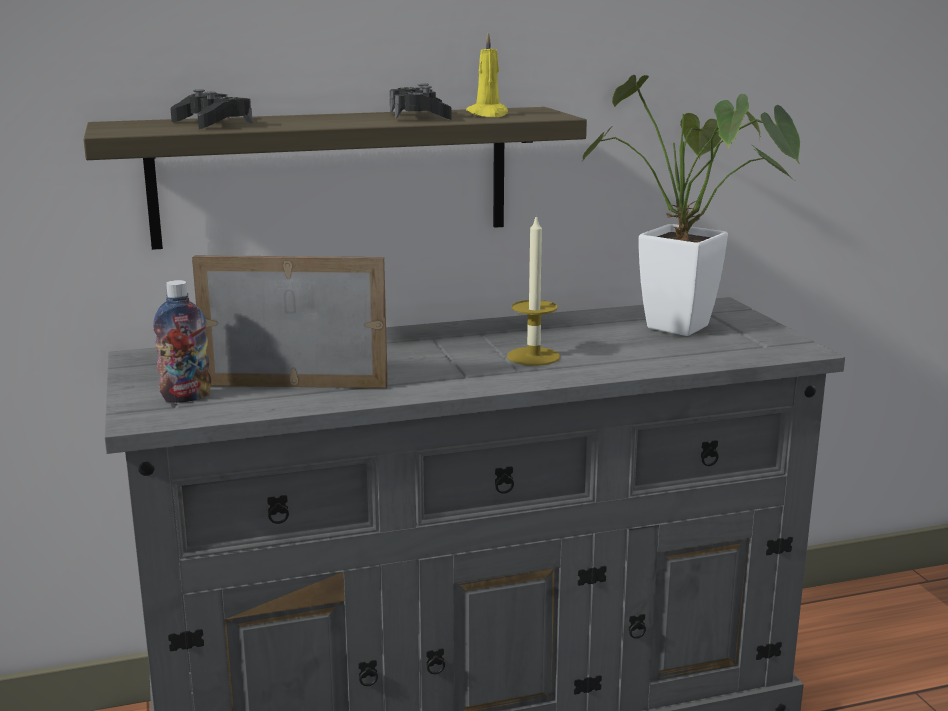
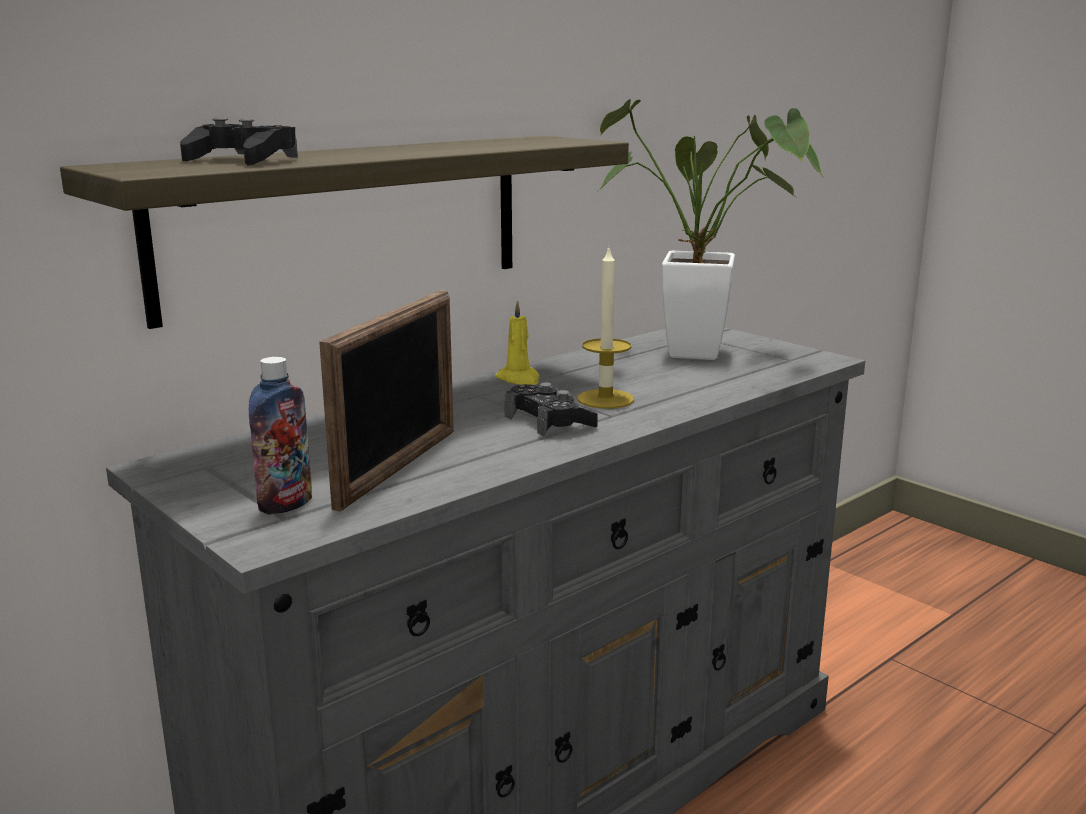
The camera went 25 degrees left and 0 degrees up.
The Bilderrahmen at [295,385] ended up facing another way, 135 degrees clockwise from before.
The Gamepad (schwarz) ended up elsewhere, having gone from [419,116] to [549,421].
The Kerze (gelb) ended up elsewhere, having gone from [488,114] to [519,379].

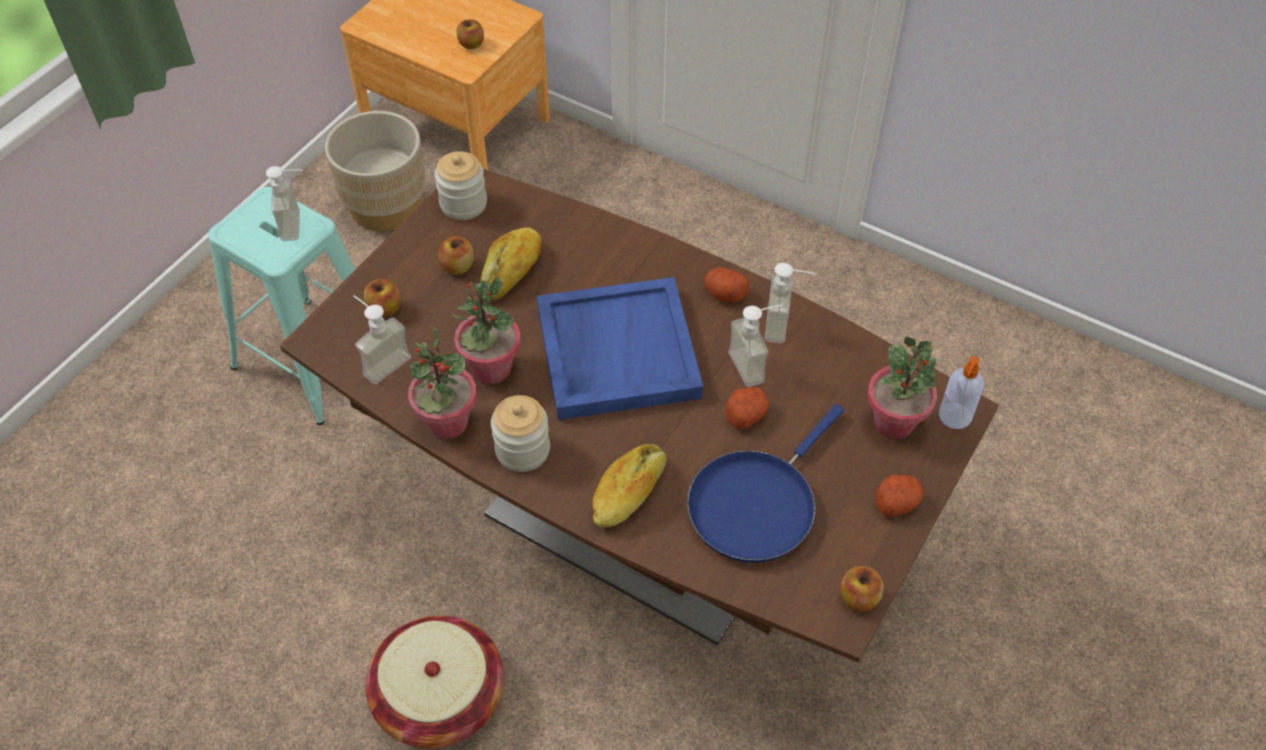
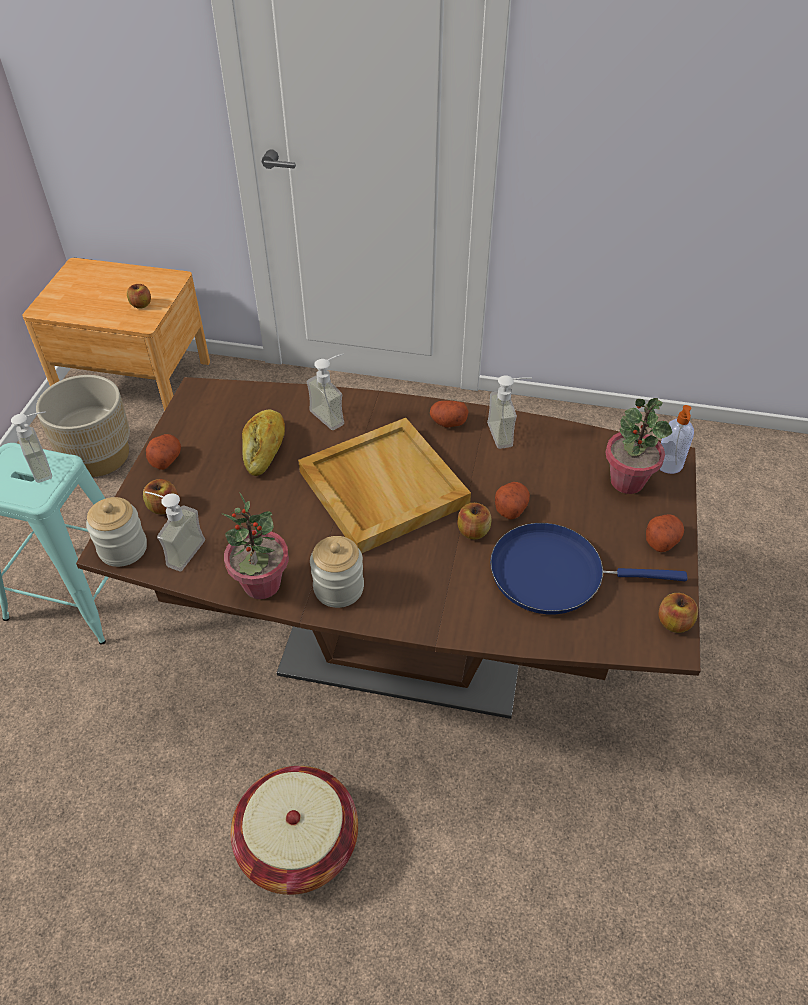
The camera went 20 degrees left and 5 degrees down.
The Vorratsglas ended up elsewhere, having gone from [463,204] to [123,548].
The Apfel ended up elsewhere, having gone from [458,266] to [473,531].
The second view lost the Topfpflanze at [491,368].
What was the Tablett (blau) at [616,351] turned into the Tablett (beige) at [381,488].
The second view lost the Brot at [629,492].
The Pfanne (blau) at [756,504] ended up facing another way, 75 degrees clockwise from before.
The Seifenspender ended up elsewhere, having gone from [755,364] to [333,414].
The second view gained the Kartoffel at [165,459].

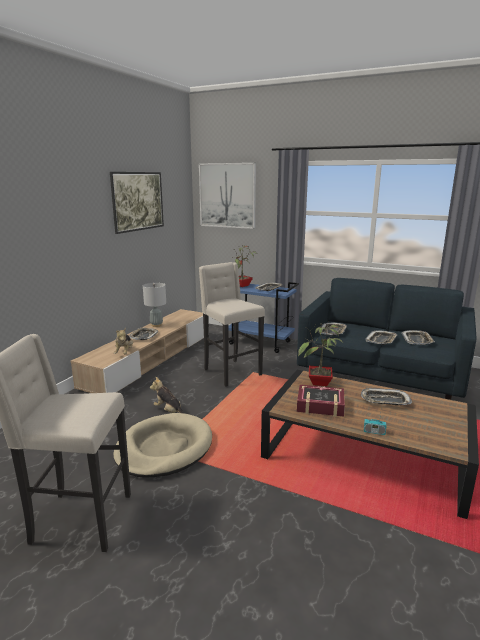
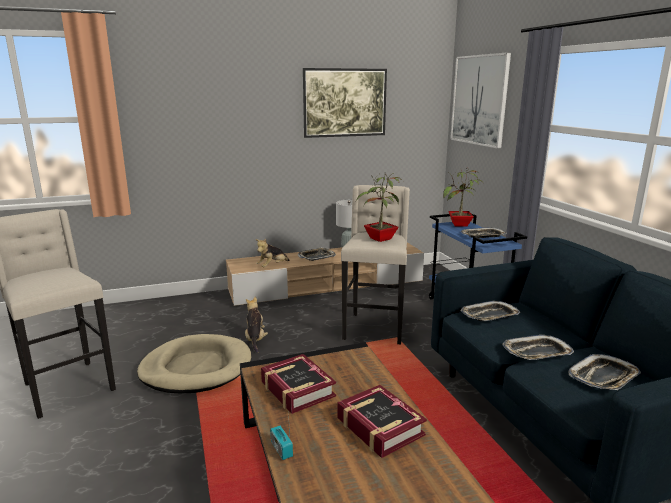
The camera went 45 degrees right and 0 degrees up.
The Topfpflanze ended up elsewhere, having gone from [319,383] to [379,239].
Where the Tablett stood at [384,400], the Buch came to stand at [379,427].

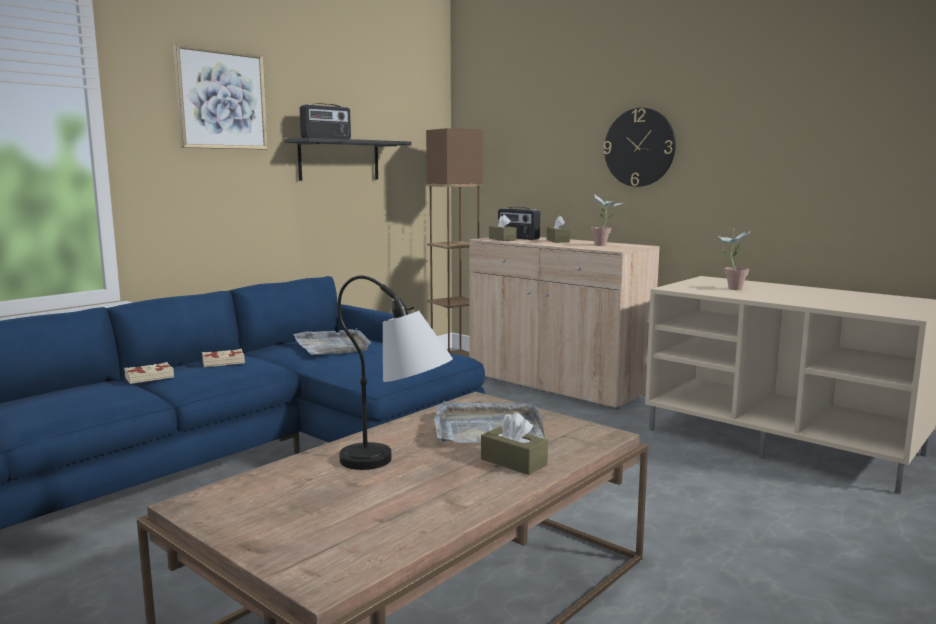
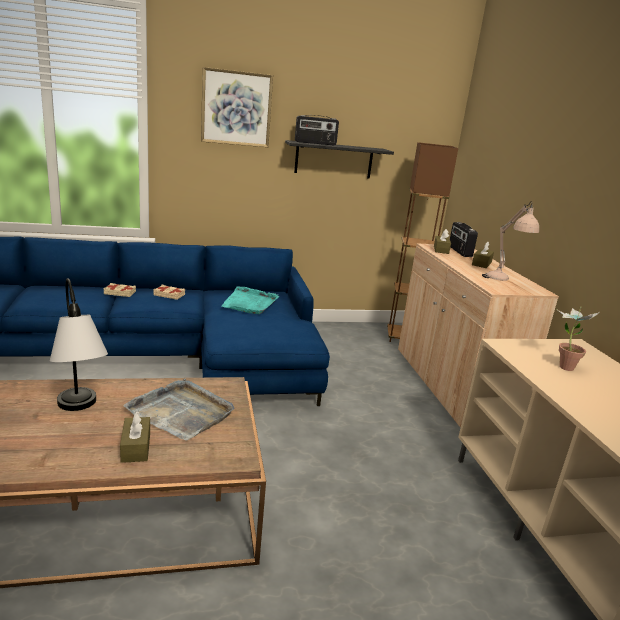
The camera went 35 degrees right and 10 degrees up.
What was the Tablett (grau) at [333,345] turned into the Tablett (türkis) at [250,303].
Where the Topfpflanze stood at [604,245], the Tischlampe (beige) came to stand at [503,281].
The second view lost the Wanduhr at [639,147].

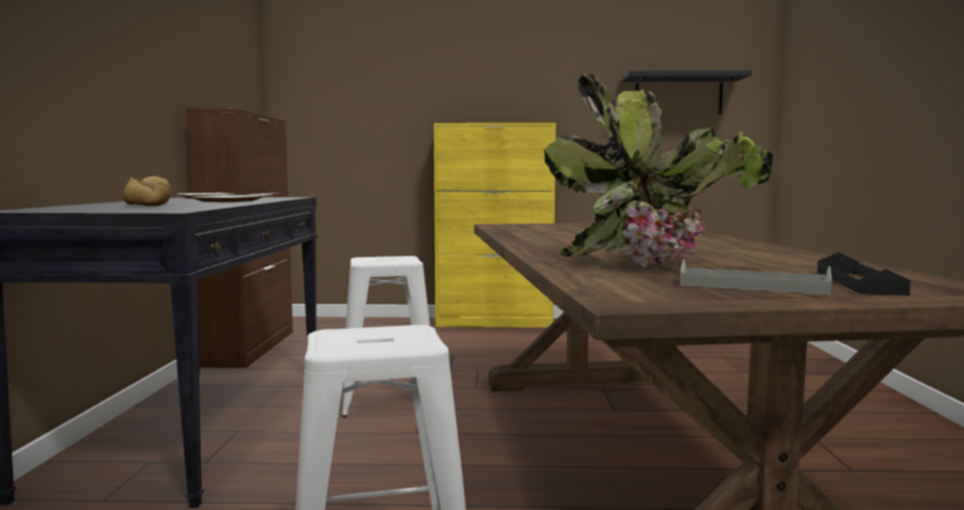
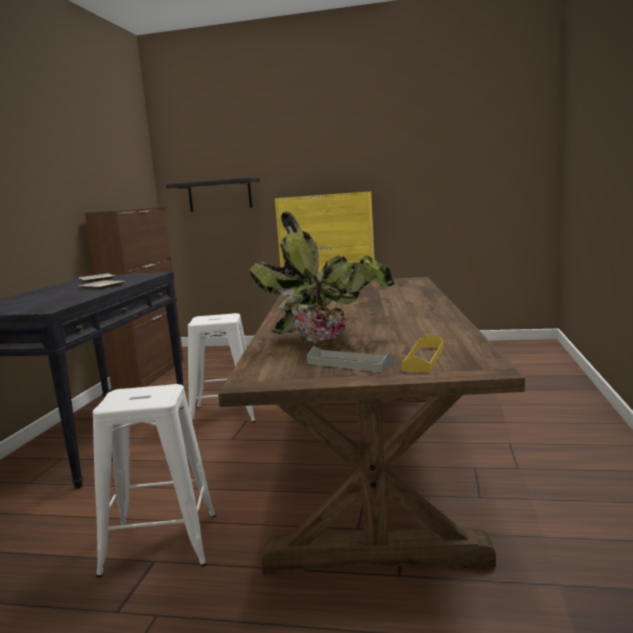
The camera went 10 degrees right and 5 degrees up.
The second view lost the Brot at [150,204].
The Wandregal (schwarz) ended up elsewhere, having gone from [678,95] to [220,195].
What was the Tablett (schwarz) at [858,283] turned into the Tablett (gelb) at [424,358].

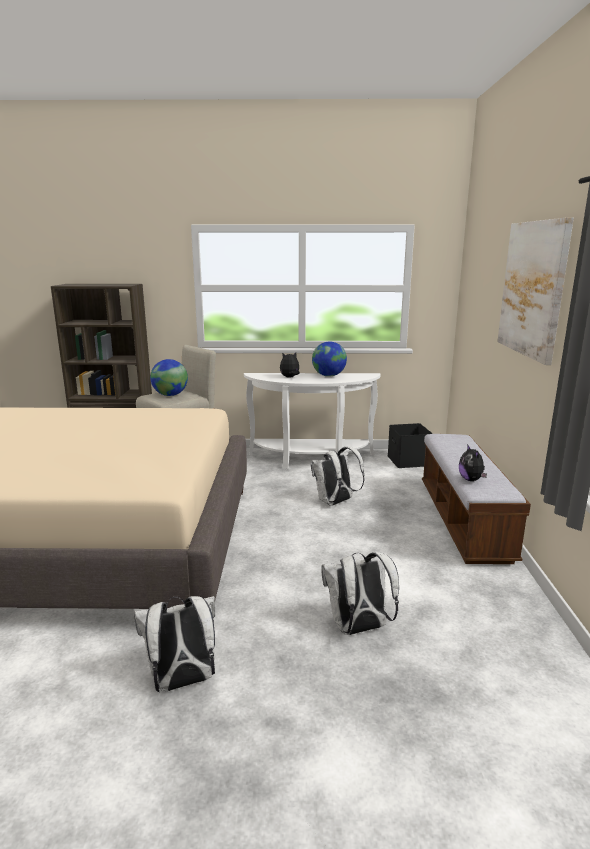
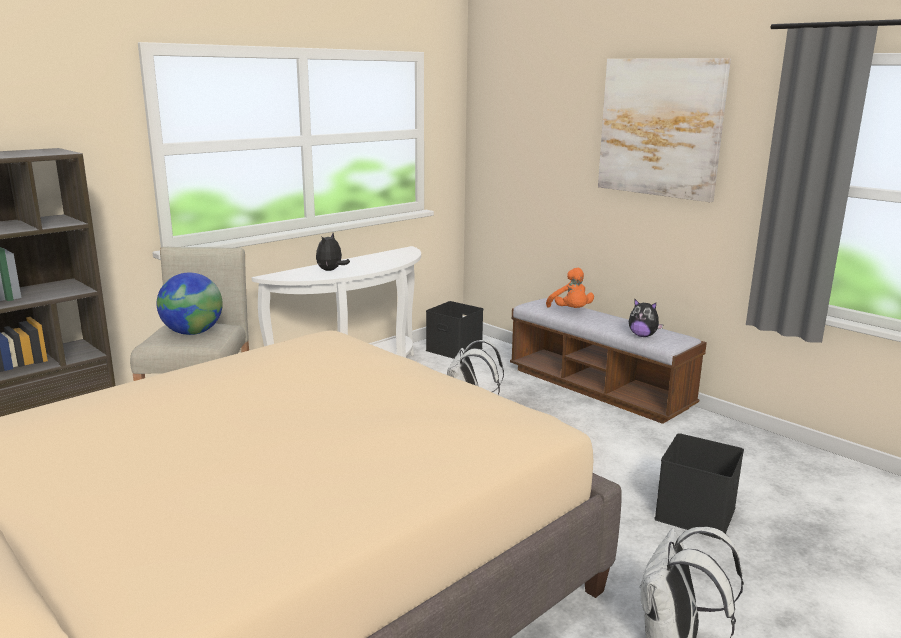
The camera went 45 degrees left and 0 degrees up.
The second view lost the Globus at [329,376].
Where the Rucksack (weiß) stood at [358,628], the Aufbewahrungsbox (schwarz) came to stand at [696,514].
The second view gained the Plüschtier (orange) at [571,311].

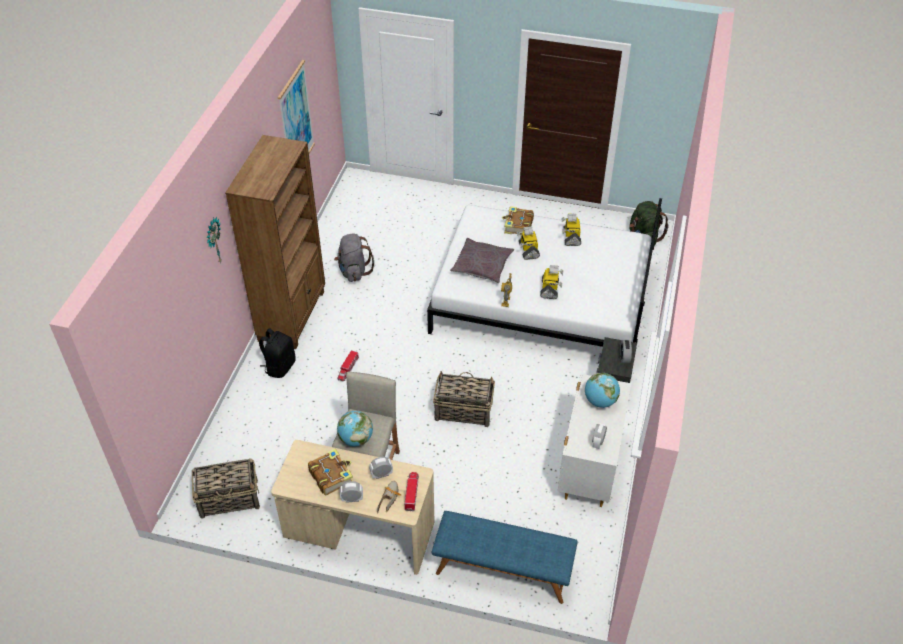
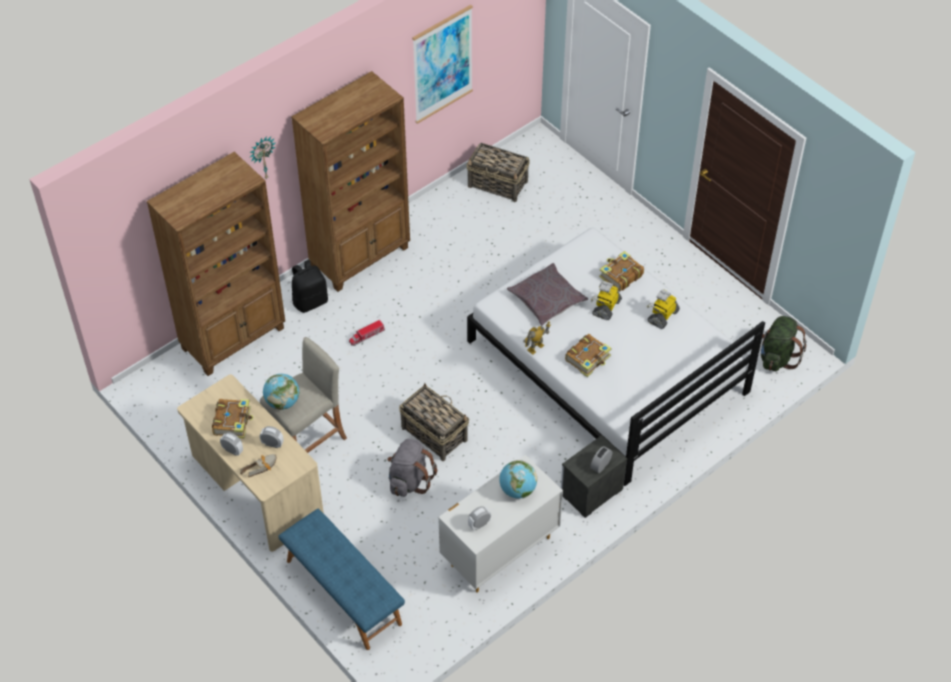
The camera went 35 degrees right and 5 degrees up.
The Korb ended up elsewhere, having gone from [230,499] to [498,184].
The Rucksack (grau) ended up elsewhere, having gone from [353,271] to [409,480].
The second view lost the Spielzeuglaster at [412,493].
Where the Spielzeugroboter stood at [550,289], the Buch came to stand at [588,359].
The second view gained the Bücherregal (braun) at [234,338].

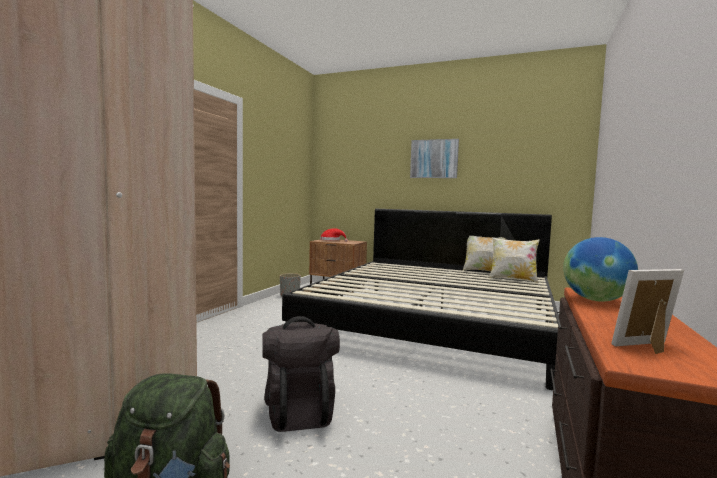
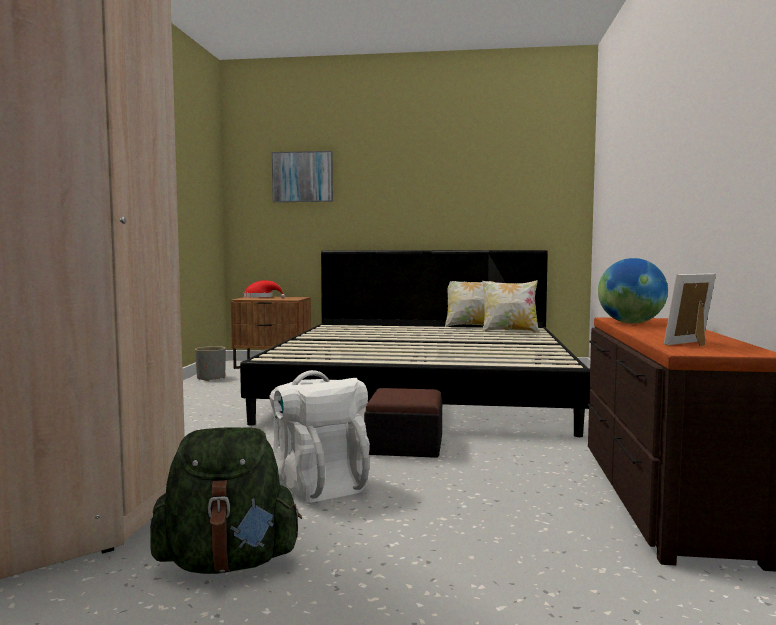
The camera went 15 degrees left and 0 degrees up.
What was the Rucksack (schwarz) at [299,411] turned into the Rucksack (weiß) at [318,484].
The Bild ended up elsewhere, having gone from [434,159] to [302,177].
The second view gained the Polsterhocker at [405,445].

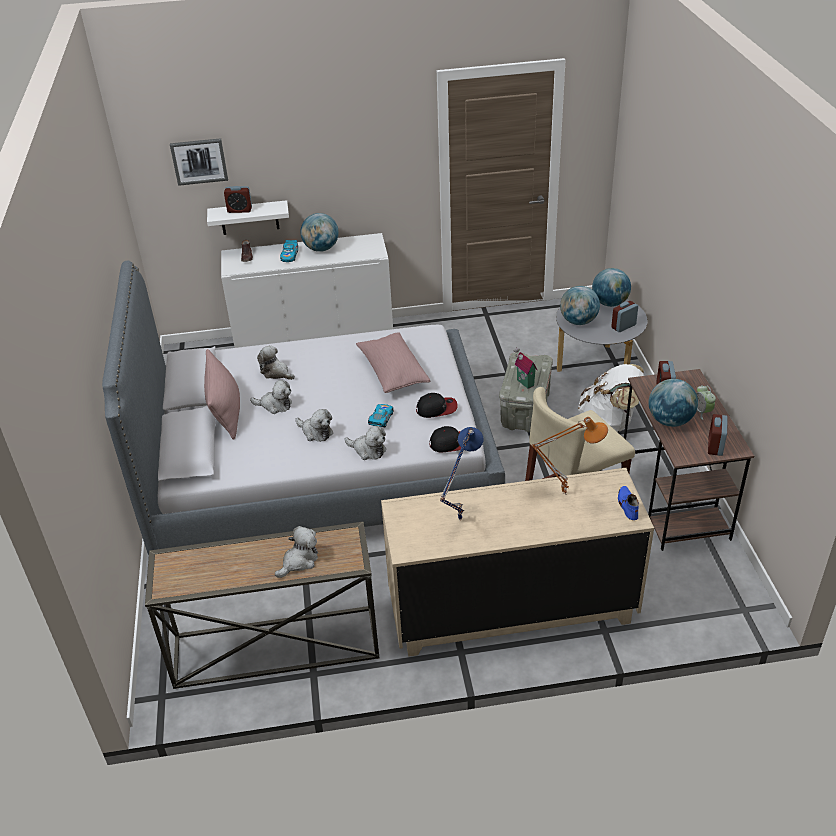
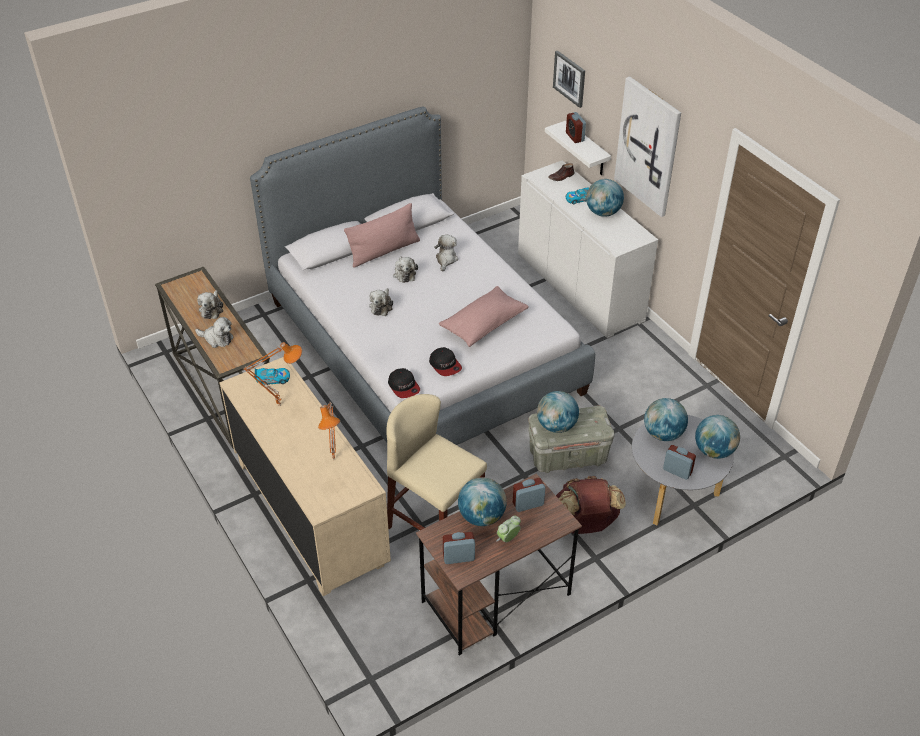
The camera went 65 degrees right and 5 degrees up.
The Plüschtier ended up elsewhere, having gone from [368,450] to [212,309].
The Spielzeugauto ended up elsewhere, having gone from [381,419] to [273,379].
What was the Tischlampe (blau) at [458,519] turned into the Tischlampe (orange) at [279,404].
Where the Spielzeughaus stood at [524,383], the Globus came to stand at [556,426].
What was the Rucksack (weiß) at [609,424] turned into the Rucksack (braun) at [583,524].
The second view lost the Schuh (blau) at [627,505].
The second view gained the Bild at [648,146].

